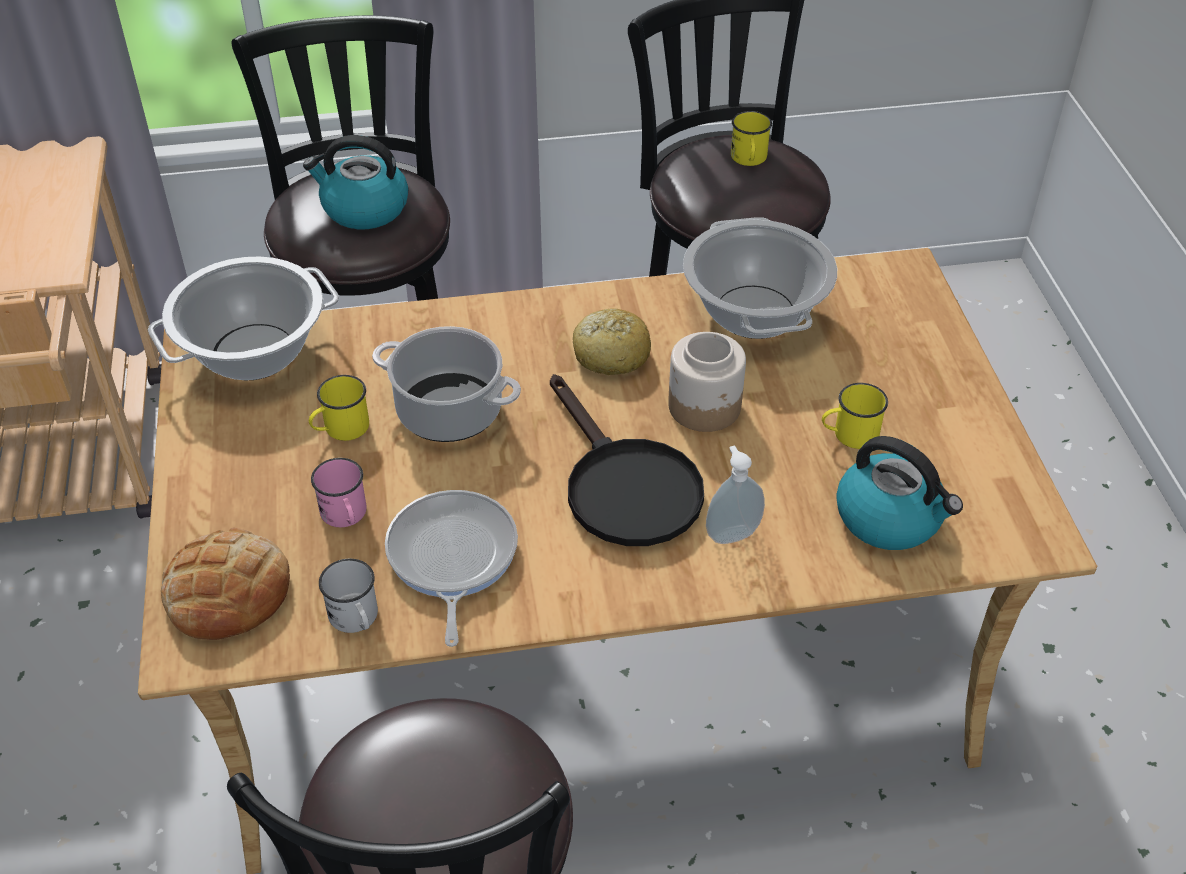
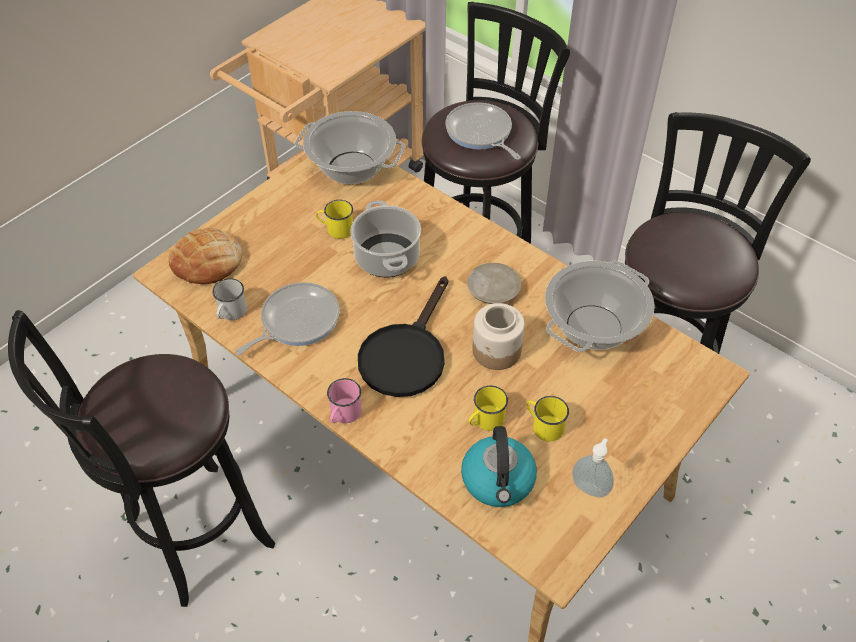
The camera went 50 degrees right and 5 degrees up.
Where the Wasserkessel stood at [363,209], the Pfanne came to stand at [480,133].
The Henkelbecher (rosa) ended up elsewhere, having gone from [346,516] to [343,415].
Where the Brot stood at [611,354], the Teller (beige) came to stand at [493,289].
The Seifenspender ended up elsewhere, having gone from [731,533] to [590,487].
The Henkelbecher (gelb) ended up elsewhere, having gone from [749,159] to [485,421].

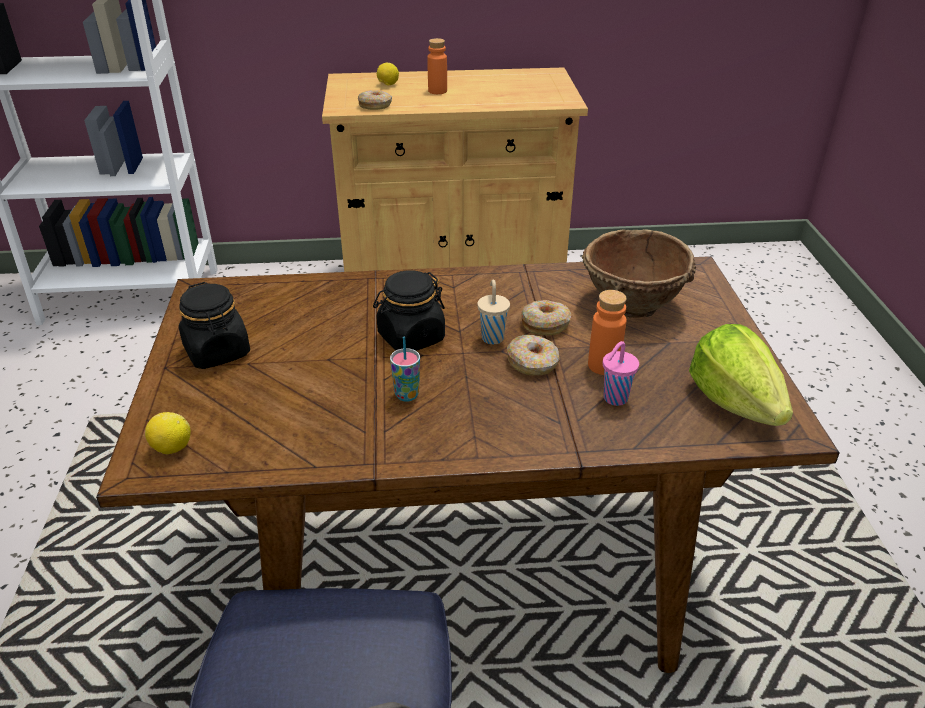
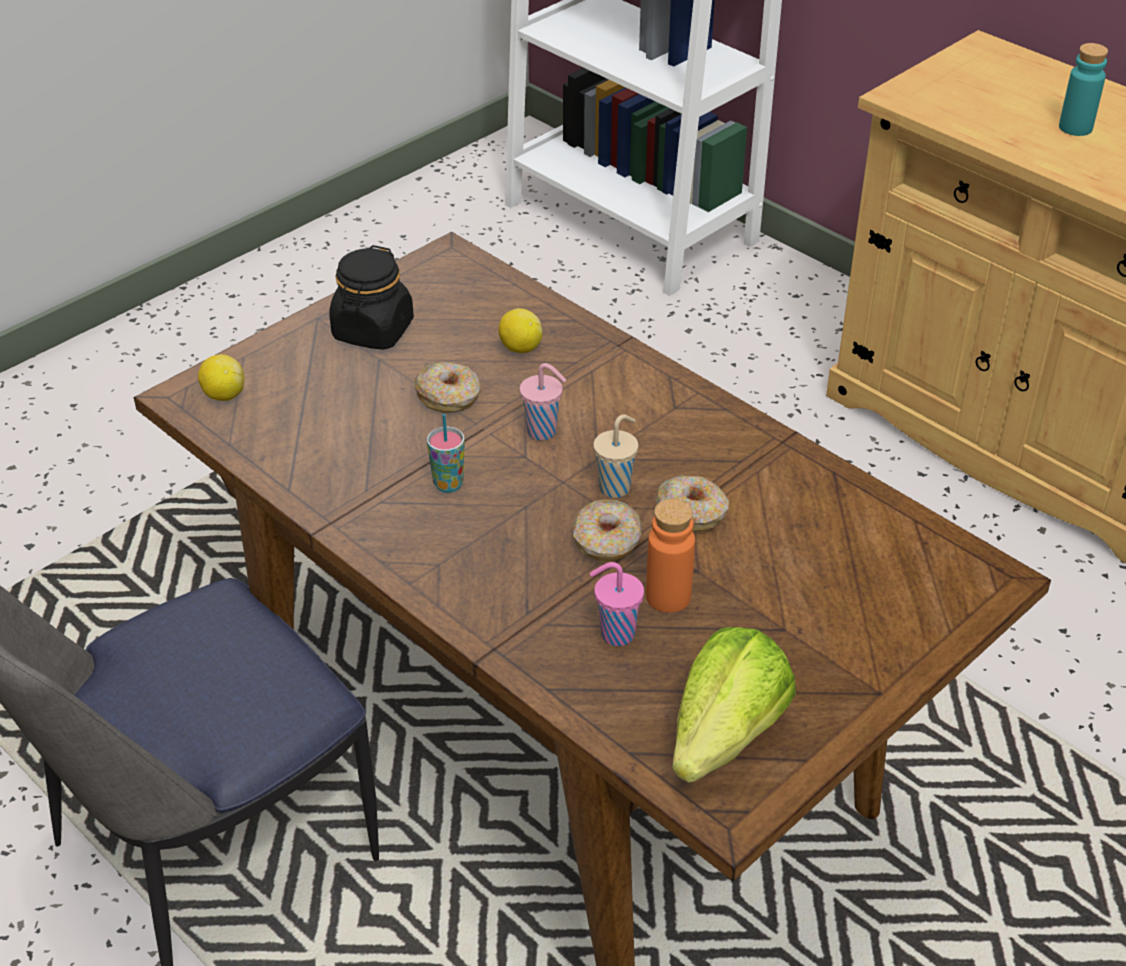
The camera went 50 degrees right and 5 degrees up.
The Donut ended up elsewhere, having gone from [375,105] to [449,396].
Where the Vorratsglas (schwarz) stood at [411,337], the Tasse (rosa) came to stand at [543,432].
The Zitrone ended up elsewhere, having gone from [388,84] to [520,348].
What was the Flasche (orange) at [437,91] turned into the Flasche (türkis) at [1075,128].
The second view lost the Schüssel (braun) at [632,306].

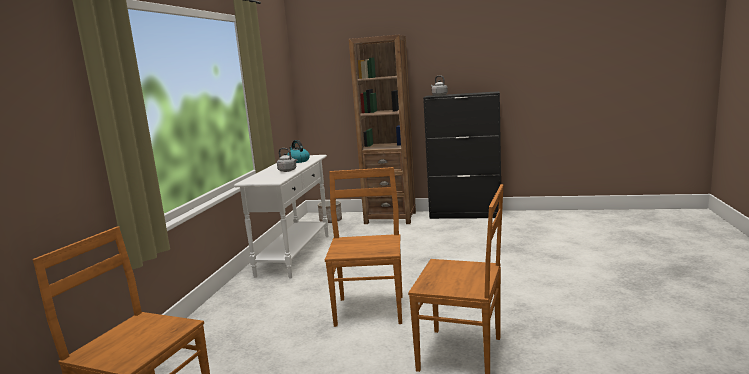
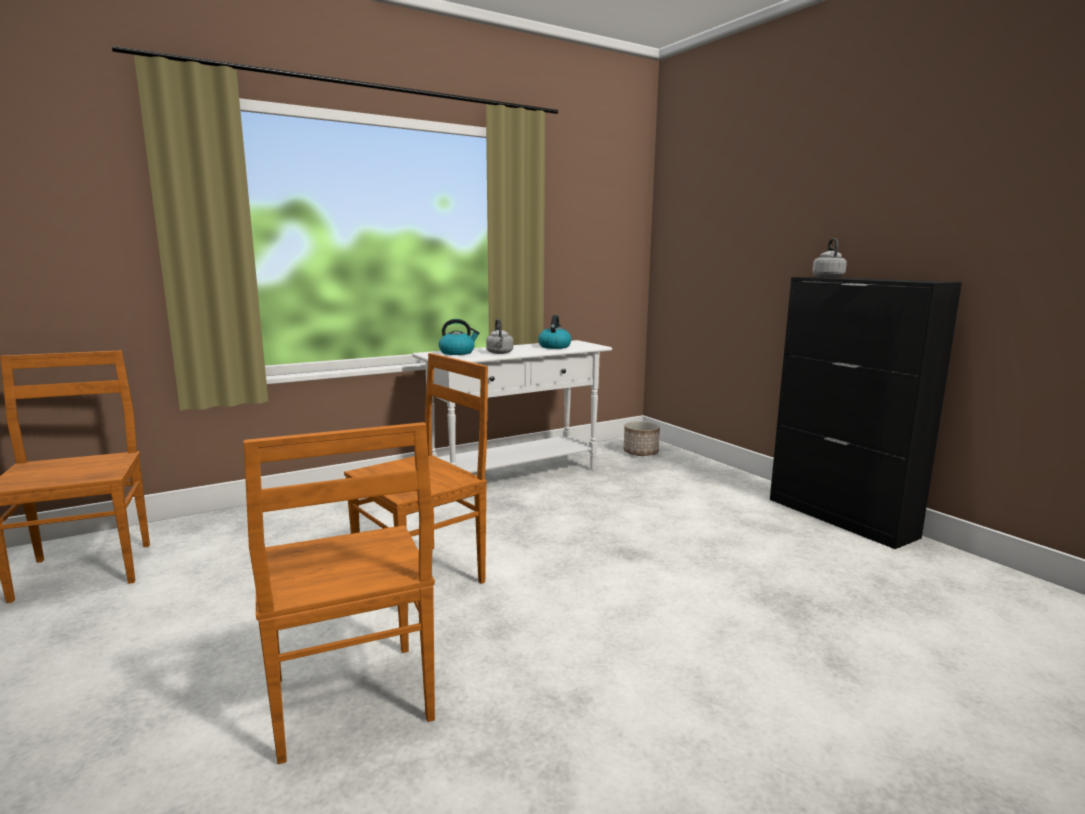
The camera went 45 degrees right and 0 degrees up.
The second view lost the Bücherregal (braun) at [390,218].
The second view gained the Wasserkessel at [457,352].

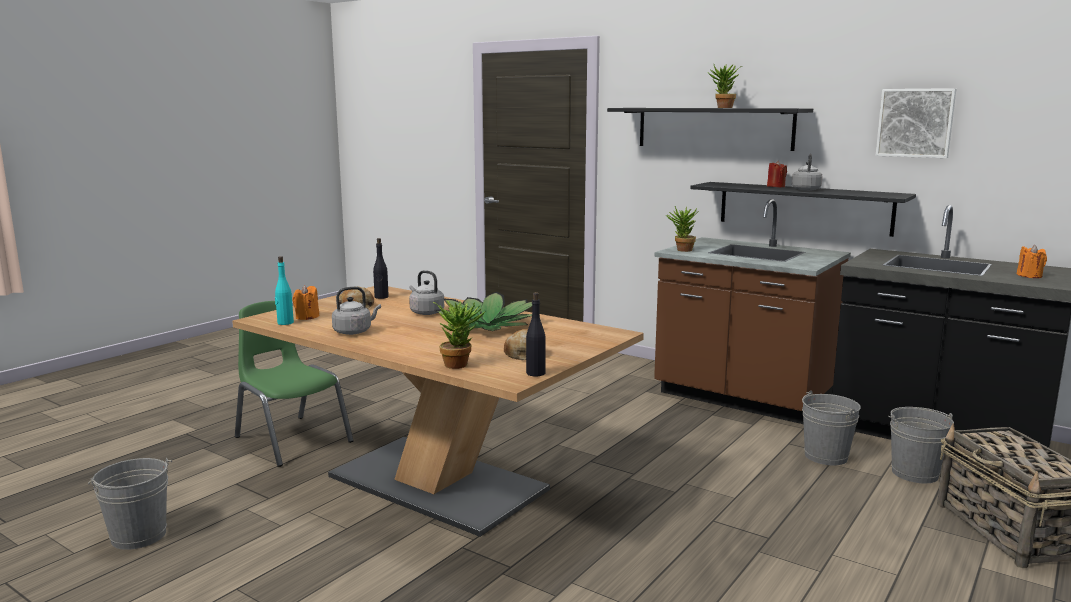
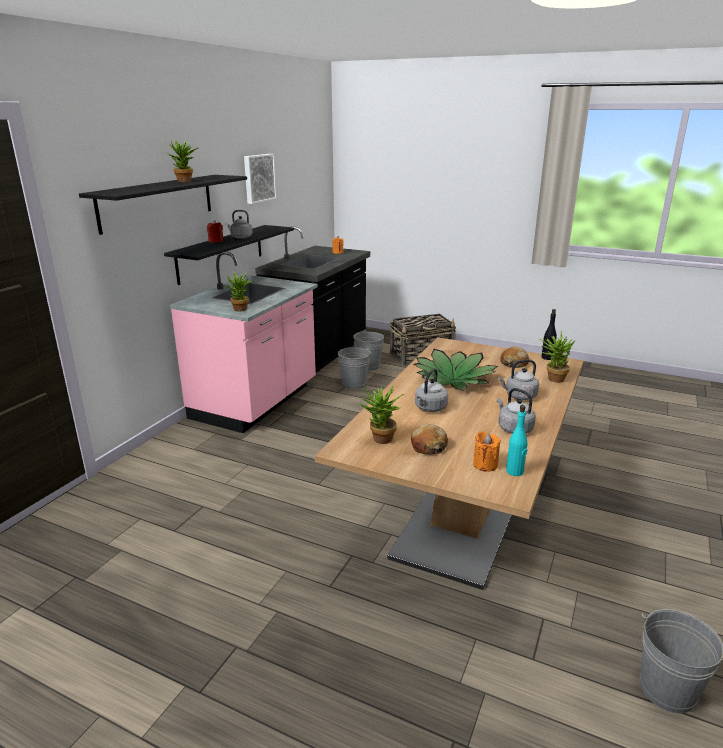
The camera went 100 degrees left and 10 degrees up.
The second view lost the Stuhl (grün) at [292,439].
Where the Flasche (schwarz) stood at [381,297], the Topfpflanze came to stand at [380,441].
What was the Küchenzeile (braun) at [743,398] turned into the Küchenzeile (rosa) at [256,402].
The second view gained the Wasserkessel (grau) at [519,396].

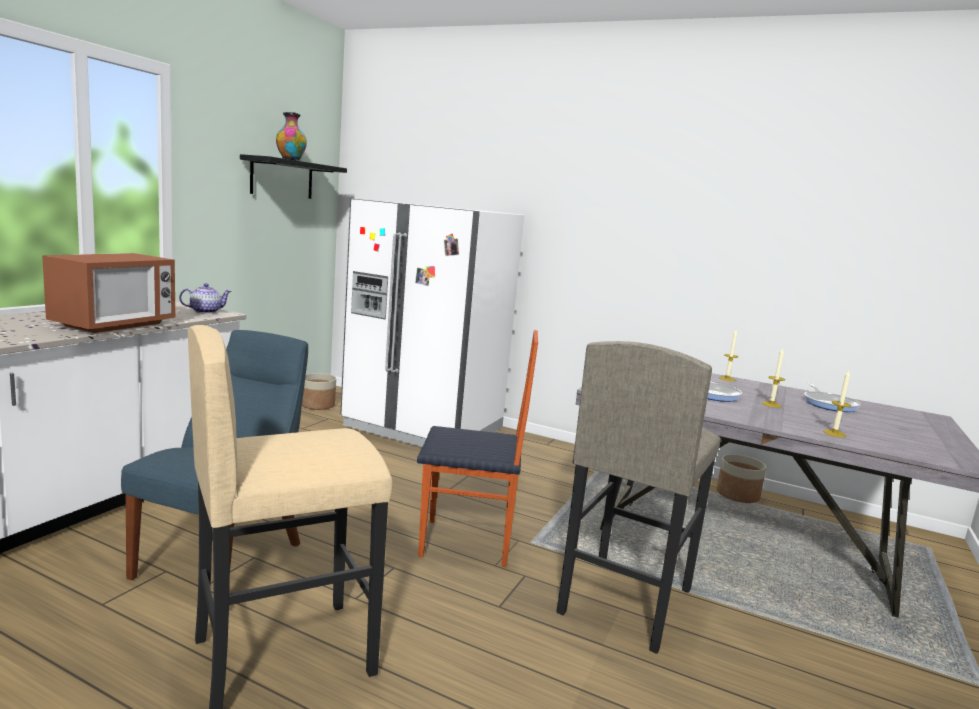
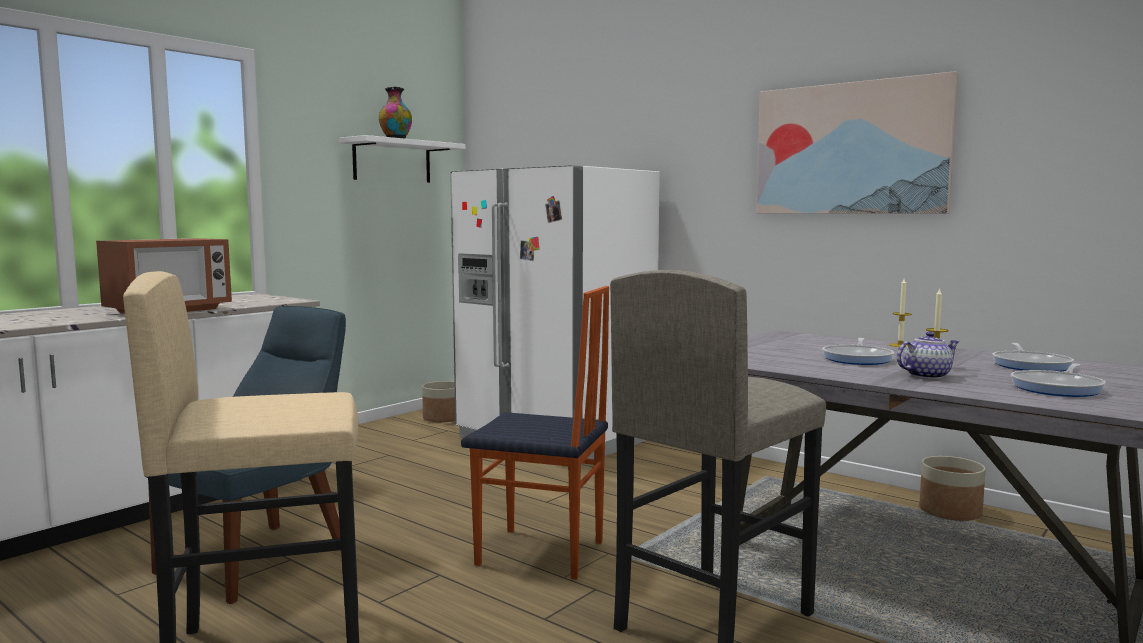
The camera went 15 degrees right and 5 degrees down.
The Teekanne ended up elsewhere, having gone from [206,311] to [926,376].
What was the Wandregal (schwarz) at [282,178] turned into the Wandregal (weiß) at [392,161].
The second view lost the Kerze at [834,433].
The second view gained the Bild at [851,149].
The second view gained the Pfanne at [1058,388].

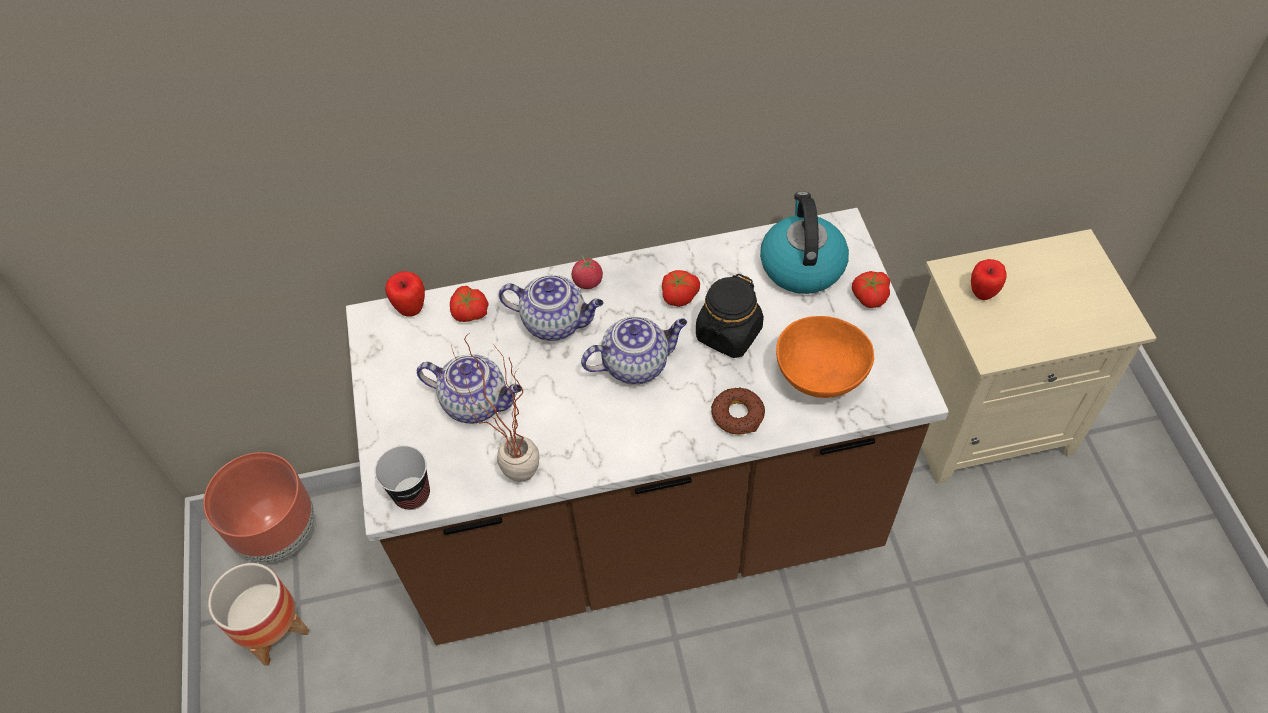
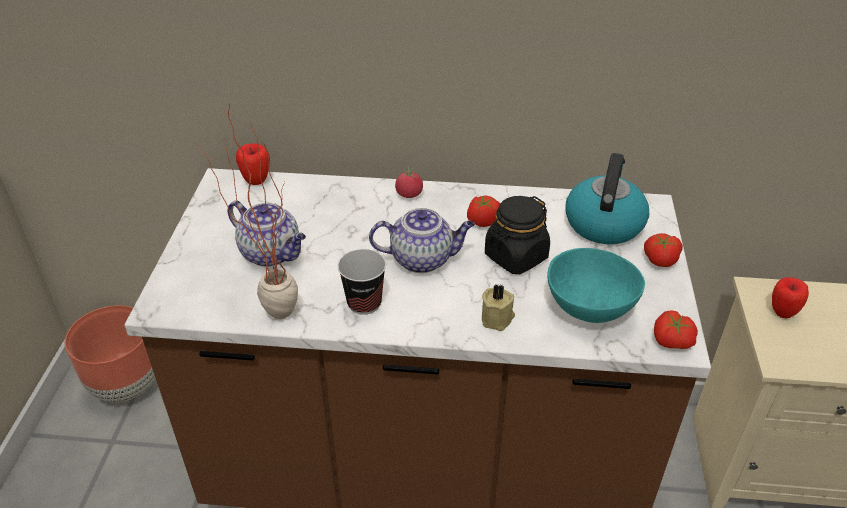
The camera went 15 degrees right and 15 degrees down.
The second view lost the Pflanzkübel at [274,631].
The Tasse ended up elsewhere, having gone from [412,494] to [364,303].
The Tomate ended up elsewhere, having gone from [469,313] to [671,341].
The second view lost the Teekanne at [556,322].
Where the Donut stood at [738,415], the Kerze (beige) came to stand at [498,318].
What was the Schüssel (orange) at [821,377] turned into the Schüssel (türkis) at [590,309].

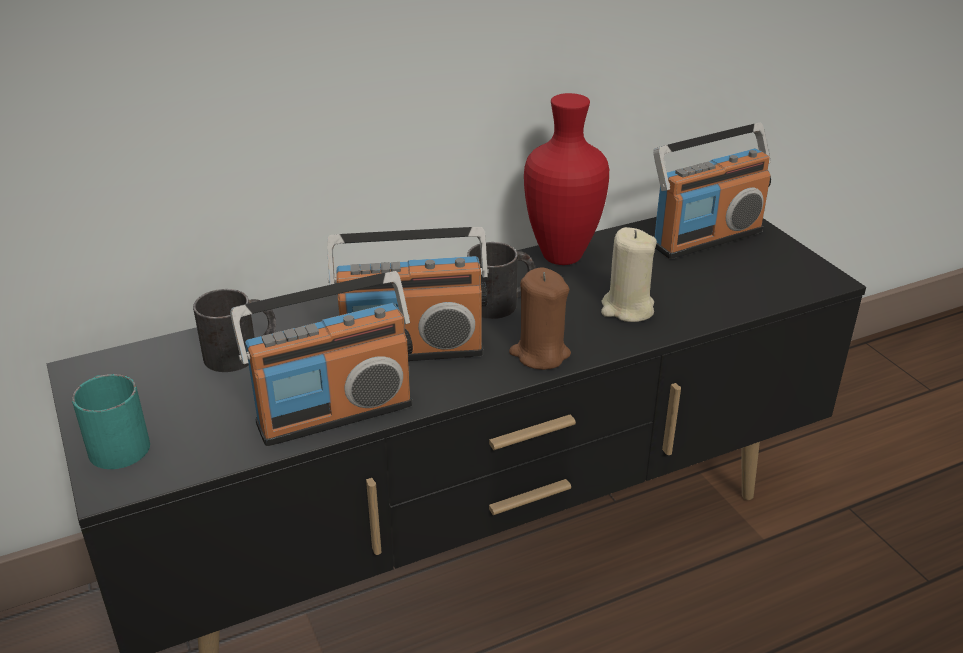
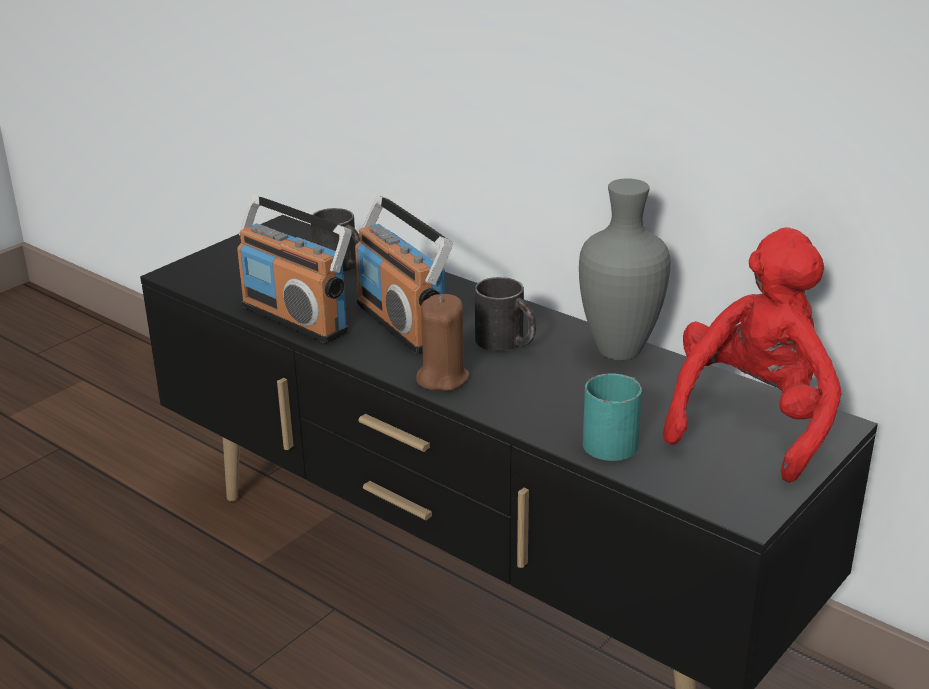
The camera went 65 degrees right and 5 degrees down.
The Henkelbecher (türkis) ended up elsewhere, having gone from [116,441] to [616,439].
What was the Vase (rot) at [564,256] turned into the Vase (grau) at [622,352].
The second view lost the Kerze (beige) at [627,309].
Where the Radio stood at [706,238], the Plüschtier (rot) came to stand at [752,421].

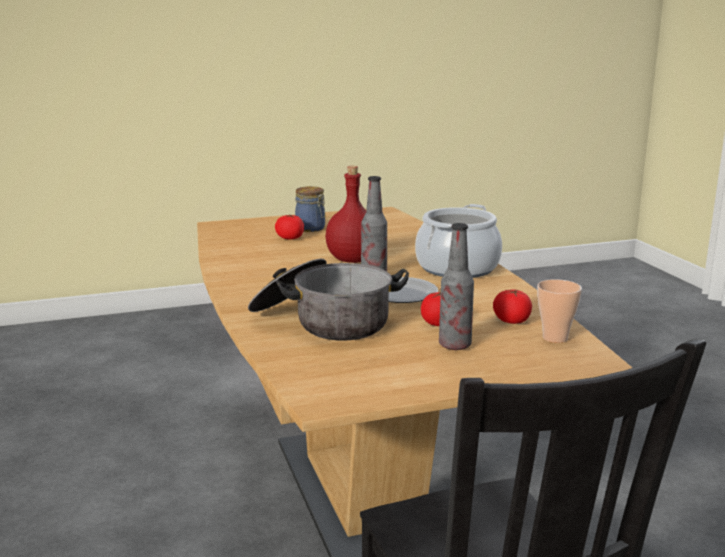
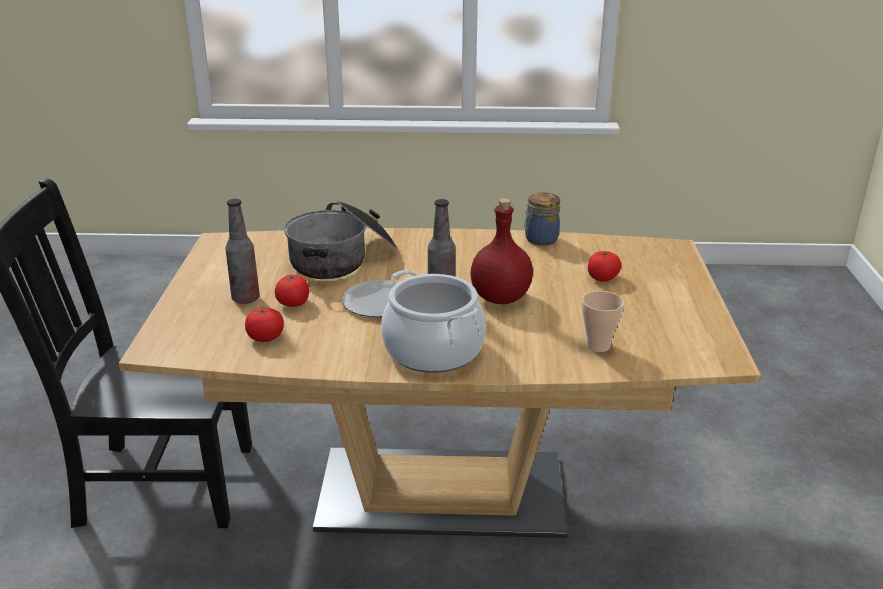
The camera went 110 degrees right and 10 degrees up.
The Vorratsglas ended up elsewhere, having gone from [311,228] to [540,240].
The Tasse ended up elsewhere, having gone from [555,338] to [598,346].

